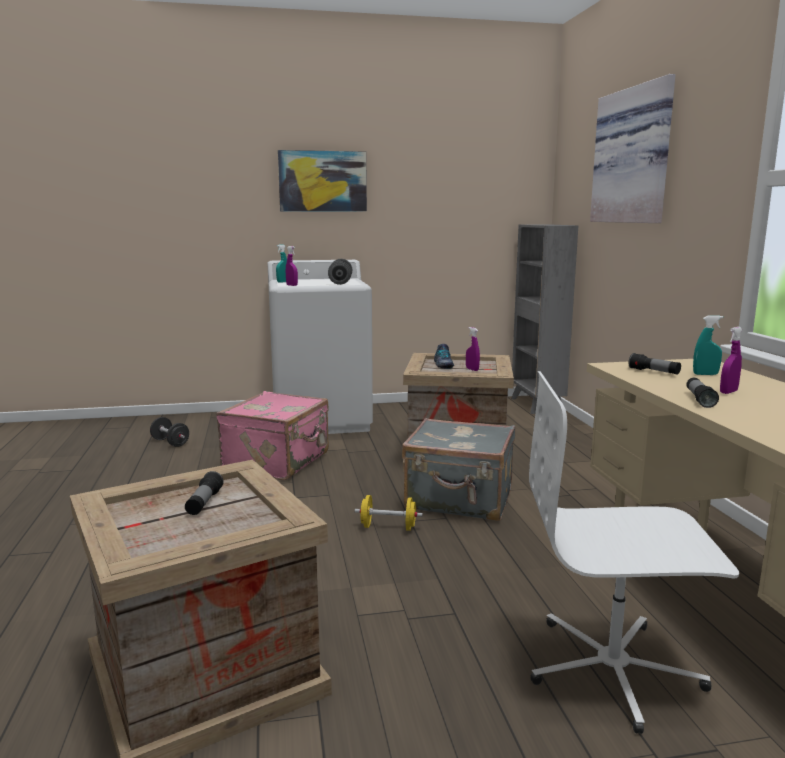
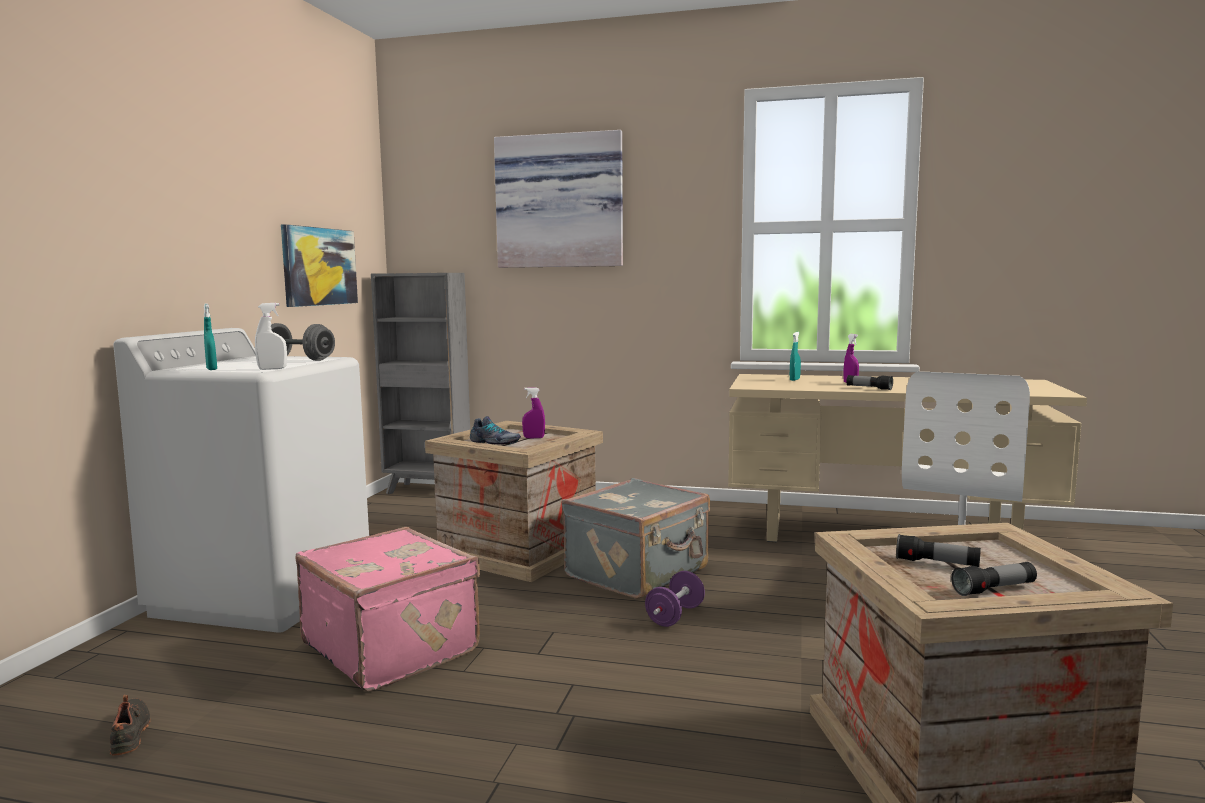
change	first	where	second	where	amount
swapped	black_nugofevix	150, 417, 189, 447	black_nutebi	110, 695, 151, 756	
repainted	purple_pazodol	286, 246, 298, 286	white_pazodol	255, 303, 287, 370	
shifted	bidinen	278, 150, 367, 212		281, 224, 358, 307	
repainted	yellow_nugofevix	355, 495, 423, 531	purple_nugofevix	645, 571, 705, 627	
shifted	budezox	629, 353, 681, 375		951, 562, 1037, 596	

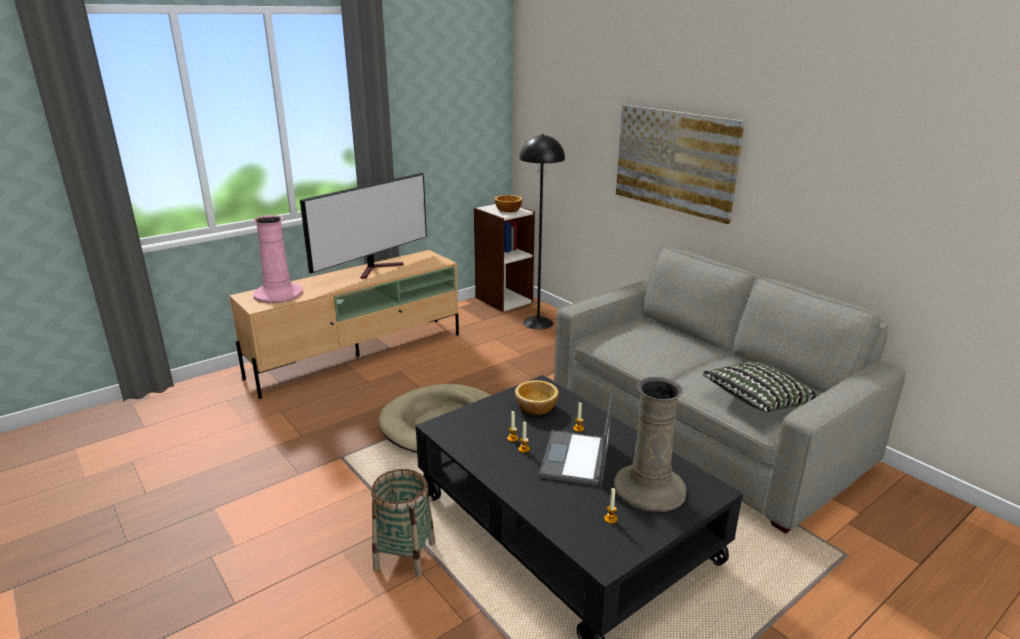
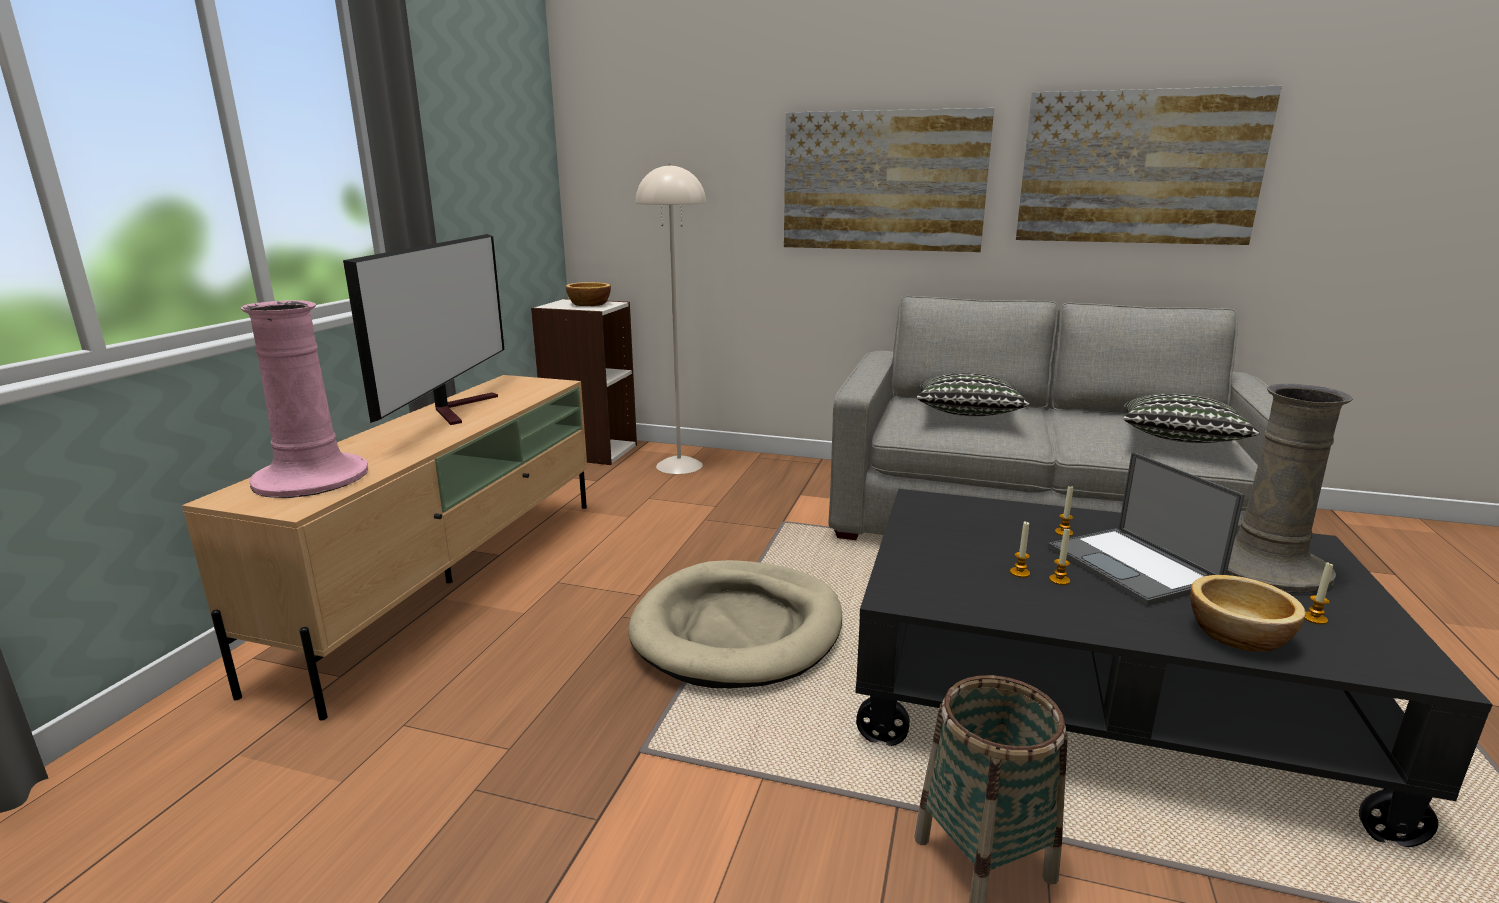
change	first	where	second	where	amount
repainted	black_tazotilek	520, 134, 565, 329	beige_tazotilek	636, 163, 706, 474	
new			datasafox	917, 372, 1030, 416	
new			bidinen	1016, 86, 1282, 245	
shifted	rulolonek	515, 380, 559, 415		1190, 575, 1306, 652	

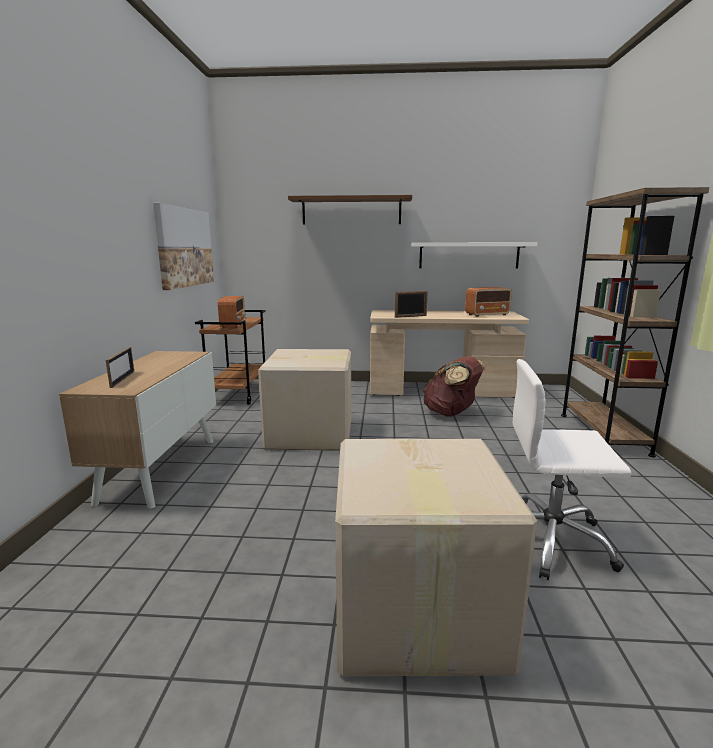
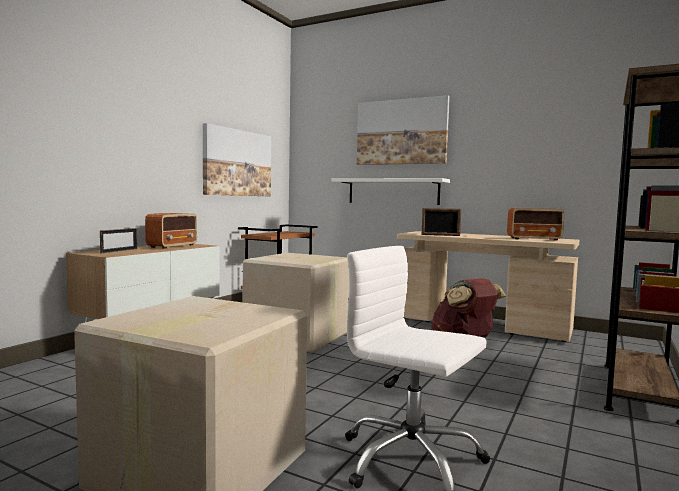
change	first	where	second	where	amount
shifted	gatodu	218, 296, 246, 328		145, 213, 197, 249	
shifted	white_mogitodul	411, 243, 537, 269		331, 178, 450, 205	
swapped	brown_mogitodul	288, 195, 412, 225	bidinen	357, 95, 450, 165	

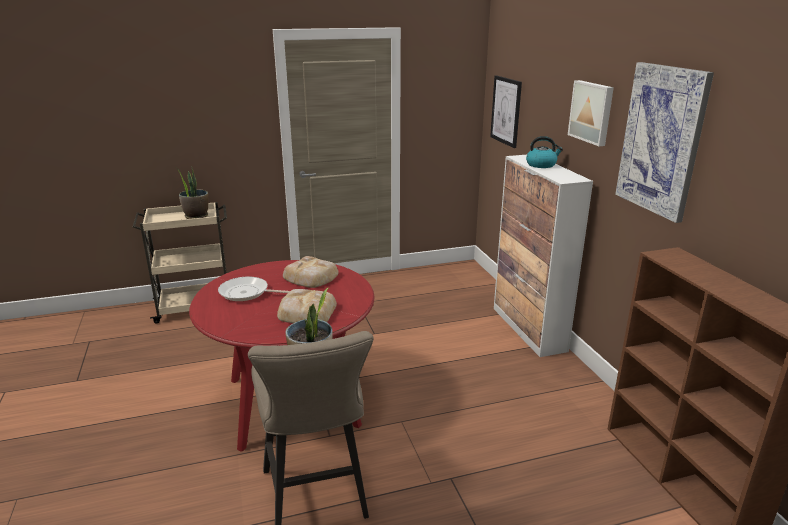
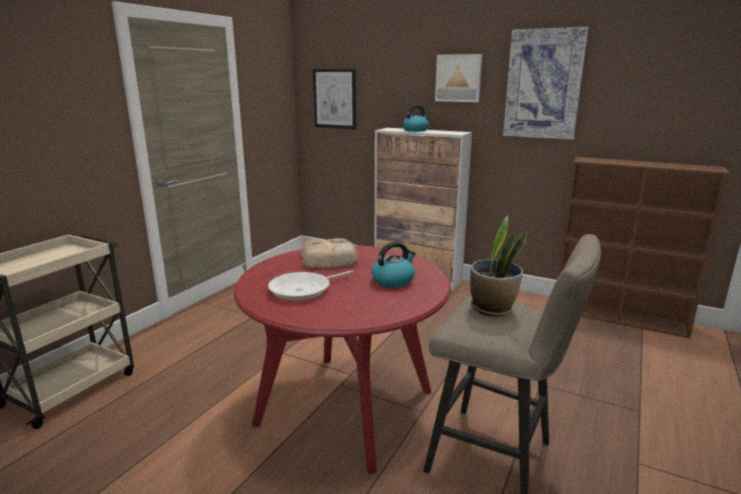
change	first	where	second	where	amount
swapped	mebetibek	277, 289, 337, 323	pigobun	372, 242, 416, 288	
gone	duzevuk	177, 168, 209, 219			

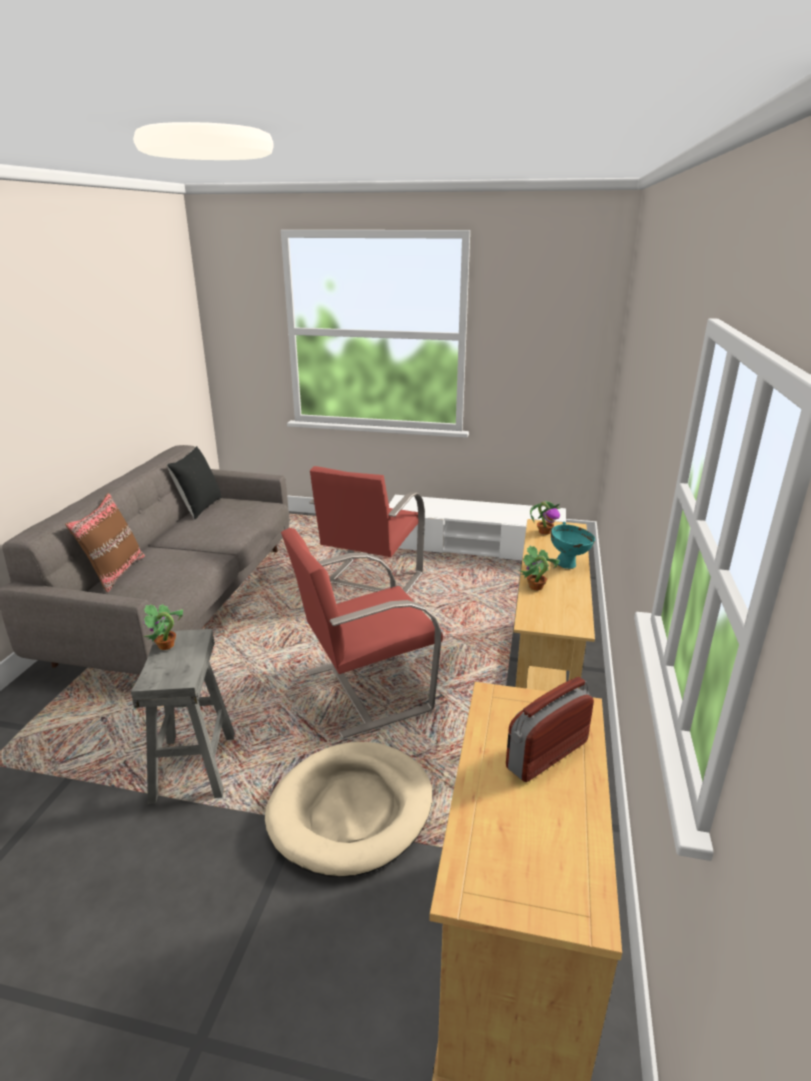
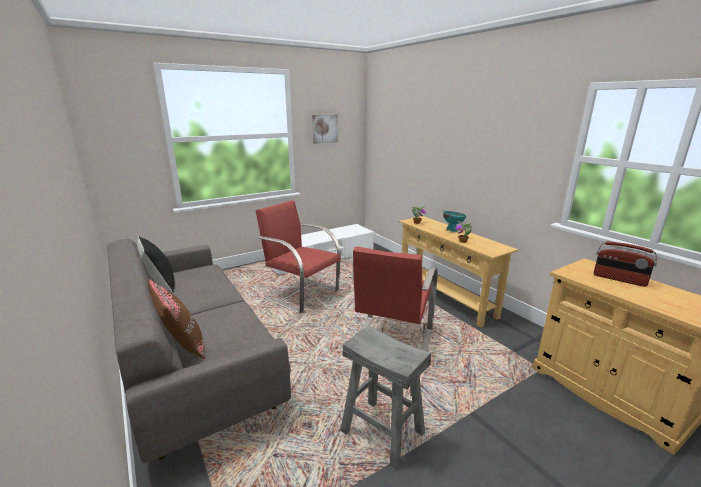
change	first	where	second	where	amount
rotated	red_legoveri	309, 466, 425, 593		255, 200, 341, 314	150 degrees clockwise
new			bidinen	312, 114, 338, 144	
rotated	gatodu	506, 677, 594, 782		594, 241, 657, 287	60 degrees counterclockwise
gone	duzevuk	143, 604, 183, 650			
gone	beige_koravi	265, 742, 432, 877			

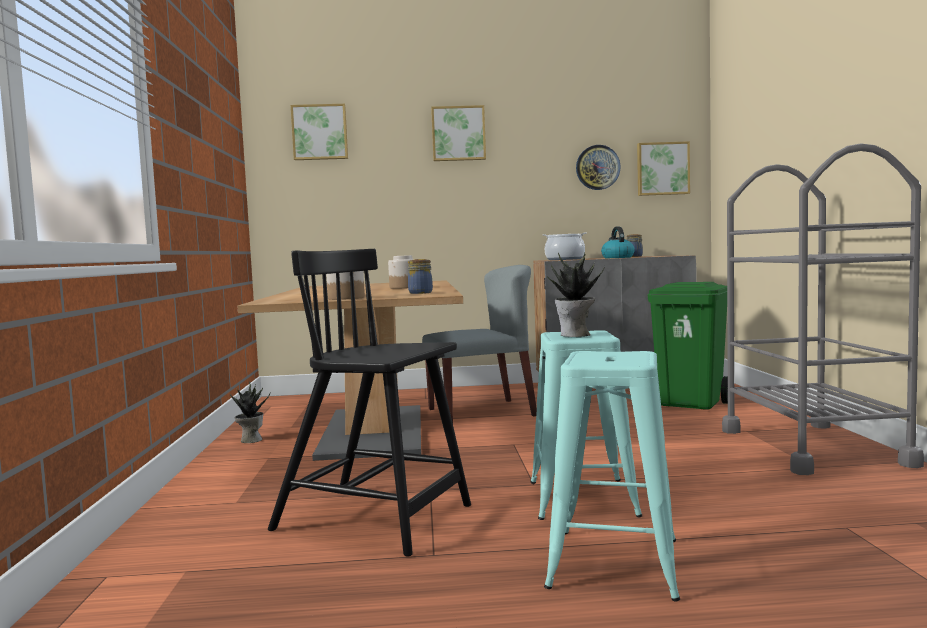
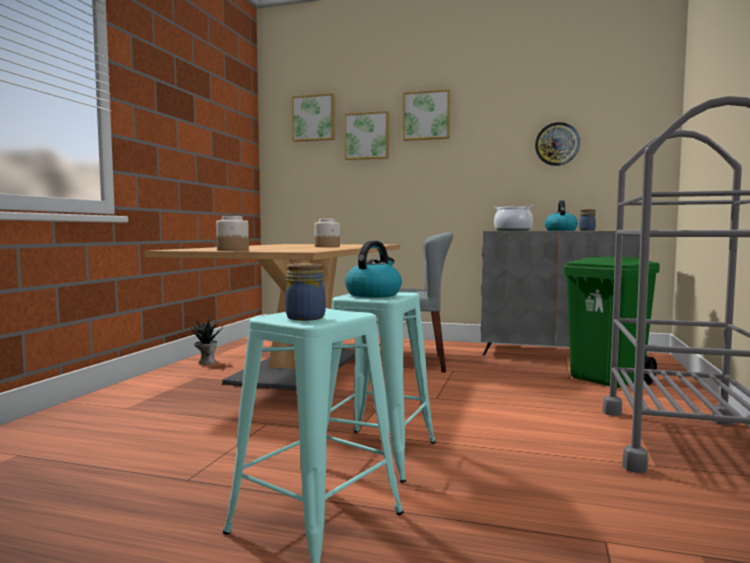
change	first	where	second	where	amount
shifted	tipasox	408, 259, 433, 294		285, 262, 326, 321	
shifted	bidinen	637, 141, 690, 196		344, 111, 389, 160	
swapped	duzevuk	548, 252, 605, 337	pigobun	345, 241, 402, 297	
gone	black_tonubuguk	268, 249, 471, 557			

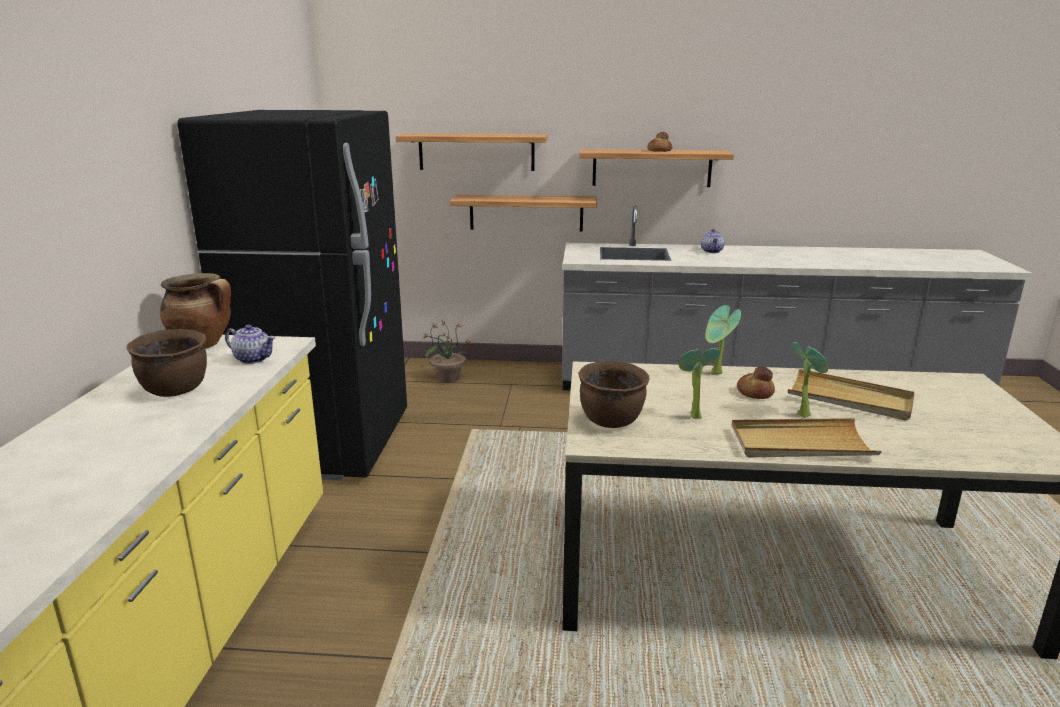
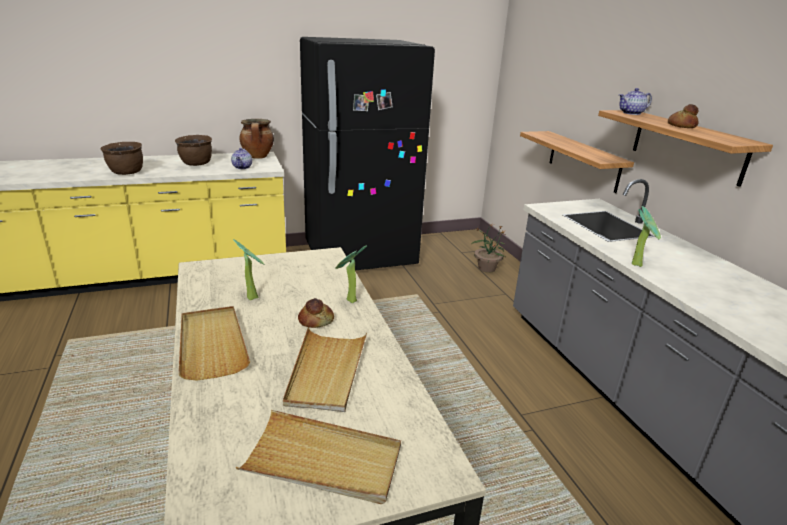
change	first	where	second	where	amount
shifted	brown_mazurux	578, 361, 649, 428		100, 142, 143, 175	
new			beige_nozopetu	235, 410, 401, 504	
shifted	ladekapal	701, 229, 725, 253		619, 88, 652, 115	
shifted	duzevuk	791, 342, 828, 418		632, 206, 661, 267	
gone	mogitodul	396, 133, 548, 171			

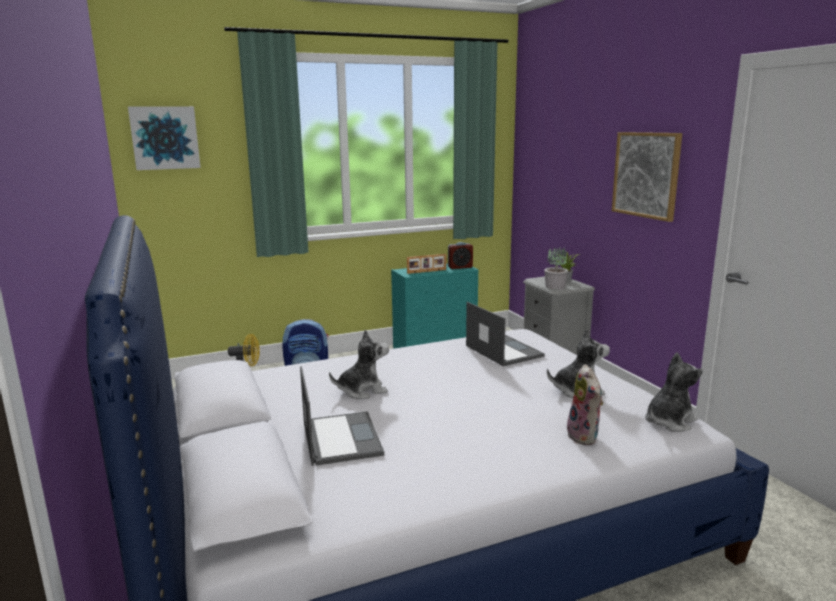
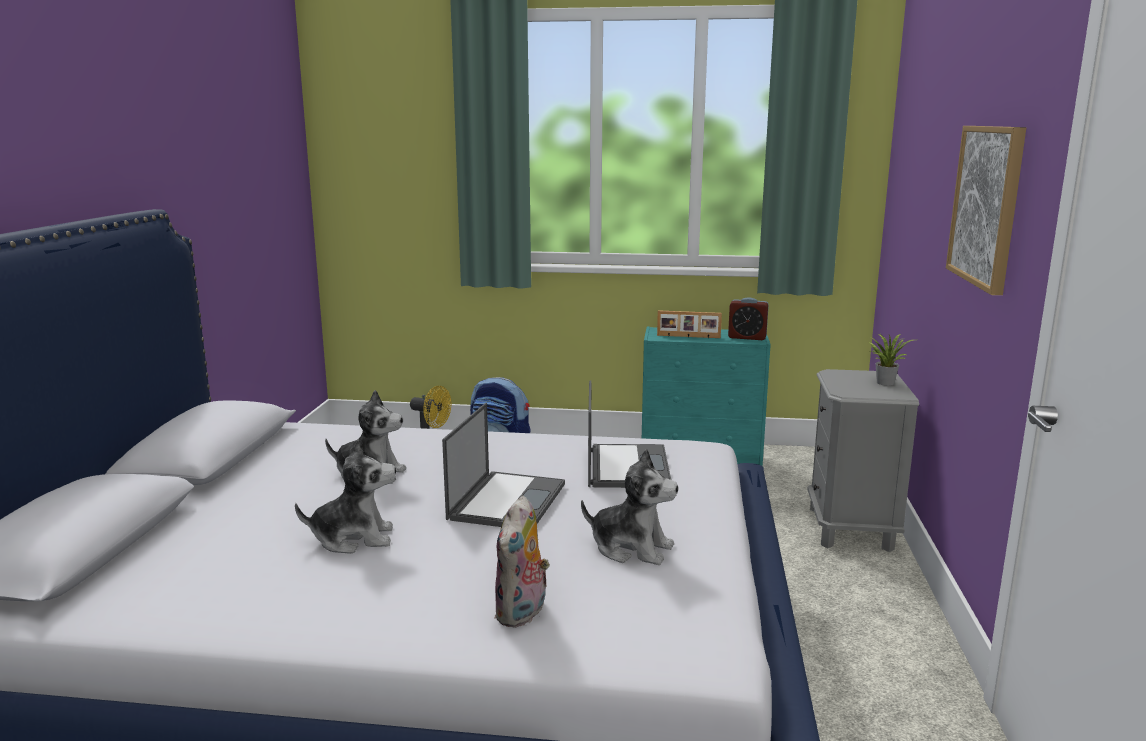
change	first	where	second	where	amount
shifted	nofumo	645, 352, 702, 432		295, 439, 396, 554	
shifted	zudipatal	300, 366, 384, 466		442, 403, 565, 527	
gone	bidinen	128, 106, 201, 170			
gone	duzevuk	544, 247, 568, 290			

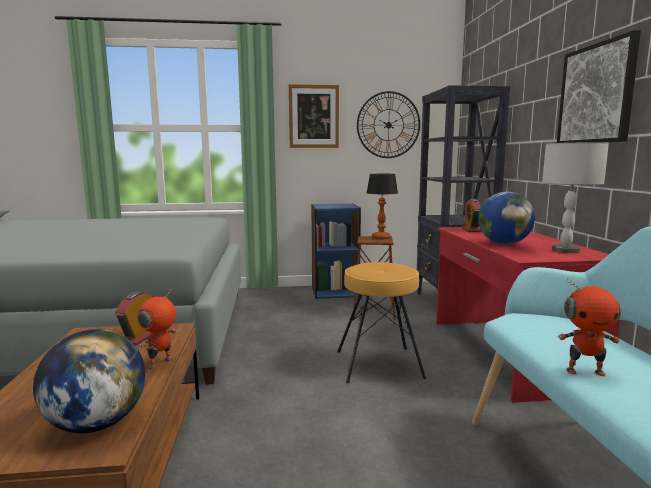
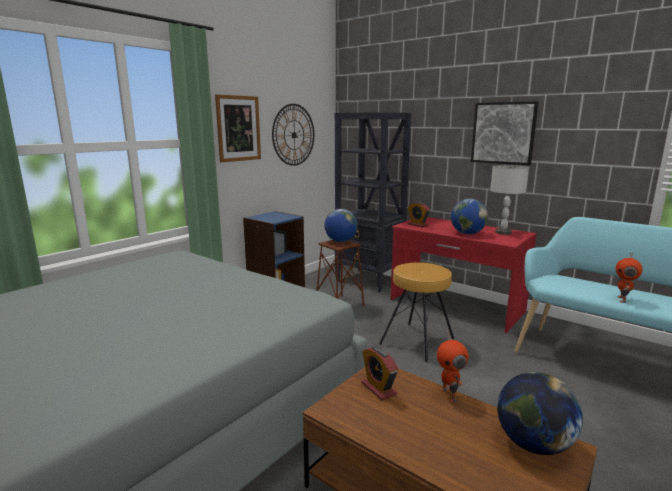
change	first	where	second	where	amount
swapped	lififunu	367, 174, 398, 240	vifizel	324, 209, 358, 242	
rotated	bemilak	558, 277, 621, 376		616, 253, 643, 303	150 degrees clockwise

